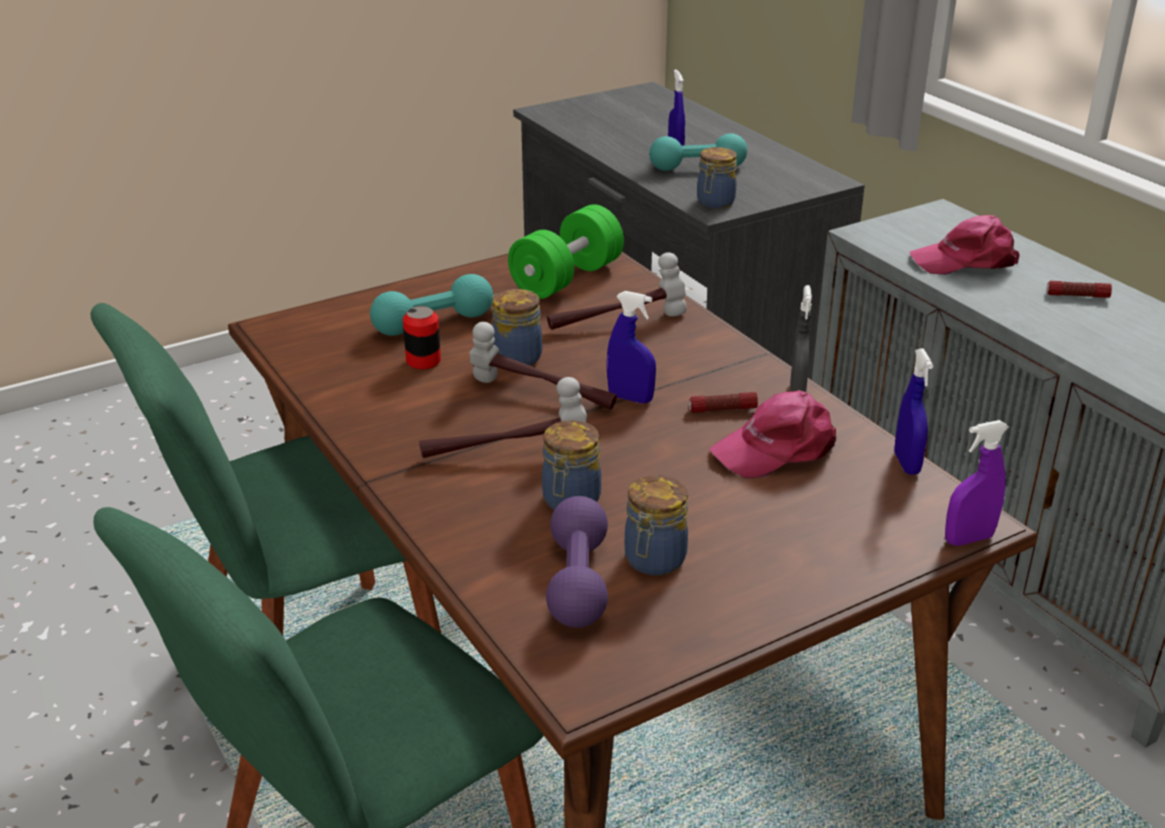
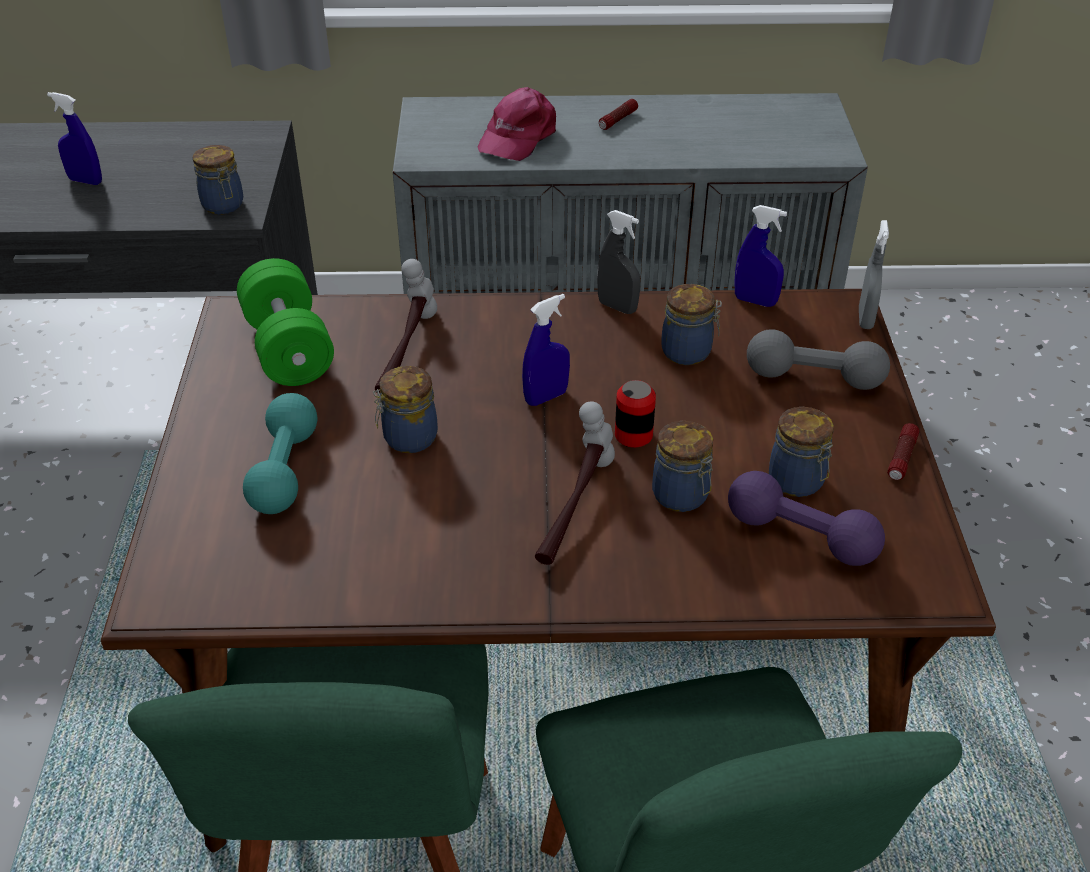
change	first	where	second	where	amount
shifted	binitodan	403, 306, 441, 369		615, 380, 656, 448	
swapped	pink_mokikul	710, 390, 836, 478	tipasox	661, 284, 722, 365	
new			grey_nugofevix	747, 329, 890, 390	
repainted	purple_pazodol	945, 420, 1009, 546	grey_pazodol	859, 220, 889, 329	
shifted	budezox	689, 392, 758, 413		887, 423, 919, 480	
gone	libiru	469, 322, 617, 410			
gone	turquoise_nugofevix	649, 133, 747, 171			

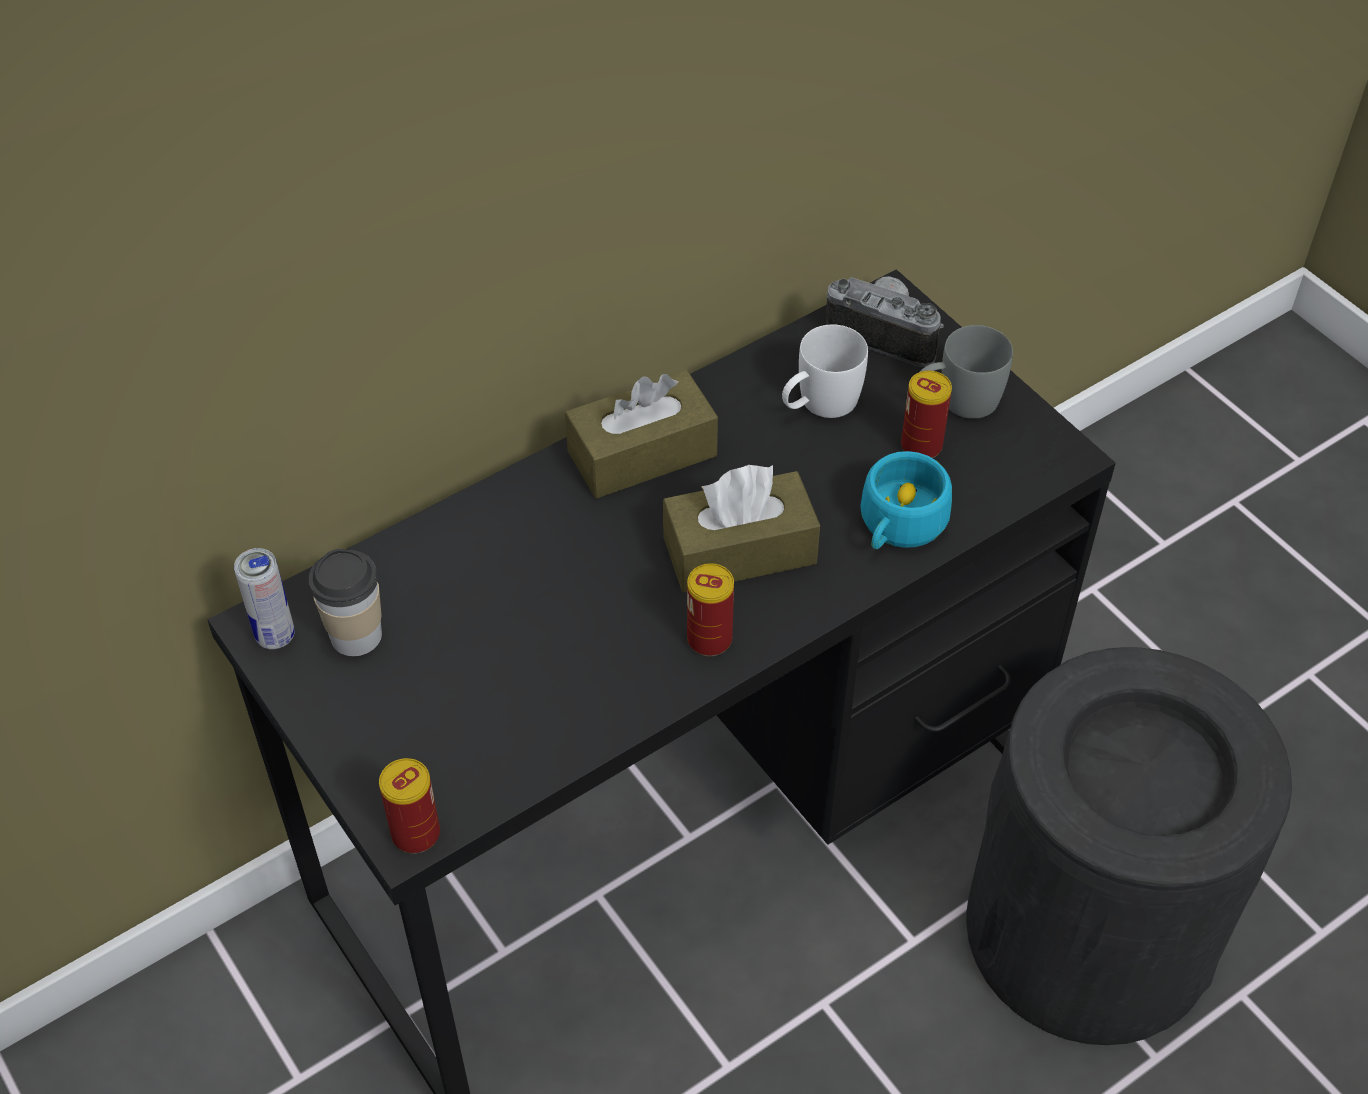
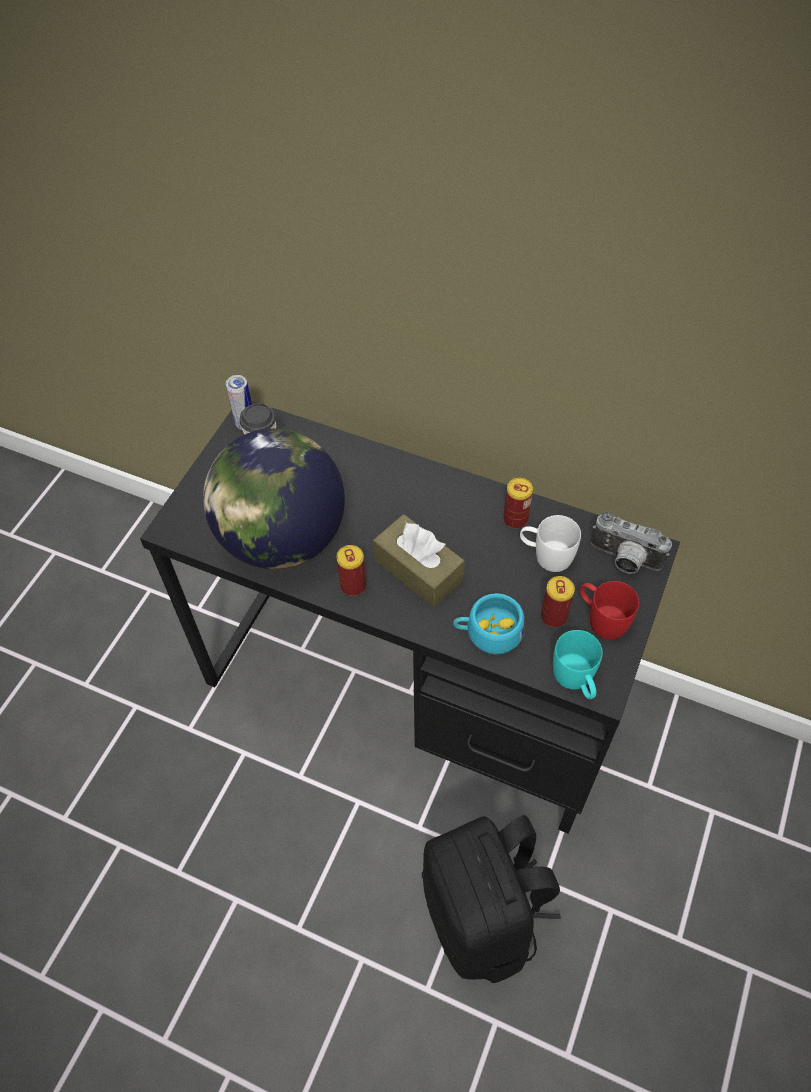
change	first	where	second	where	amount
new			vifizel	203, 429, 345, 569	
swapped	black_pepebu	966, 647, 1292, 1045	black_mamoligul	422, 815, 561, 983	
shifted	binitodan	379, 758, 440, 854		503, 478, 533, 529	
new			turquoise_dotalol	553, 630, 602, 699	
repainted	grey_dotalol	920, 325, 1013, 419	red_dotalol	580, 581, 639, 640	
rotated	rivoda	826, 276, 944, 367		591, 512, 672, 574	120 degrees clockwise
gone	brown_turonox	565, 371, 718, 498			

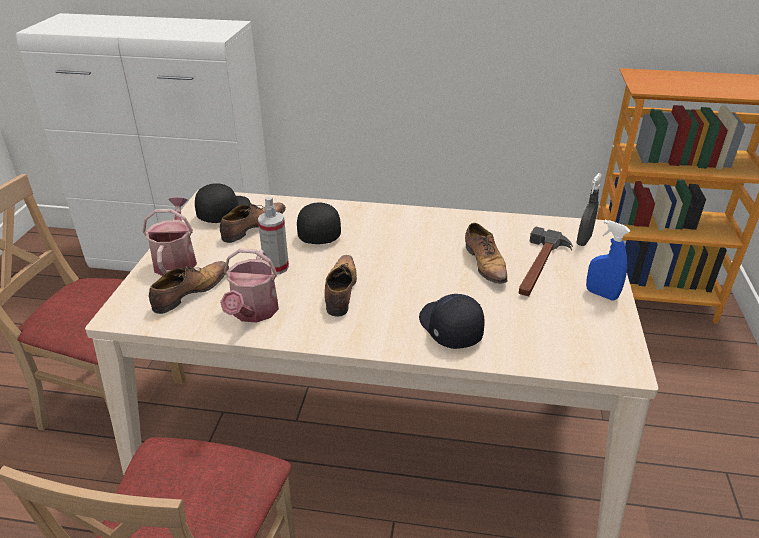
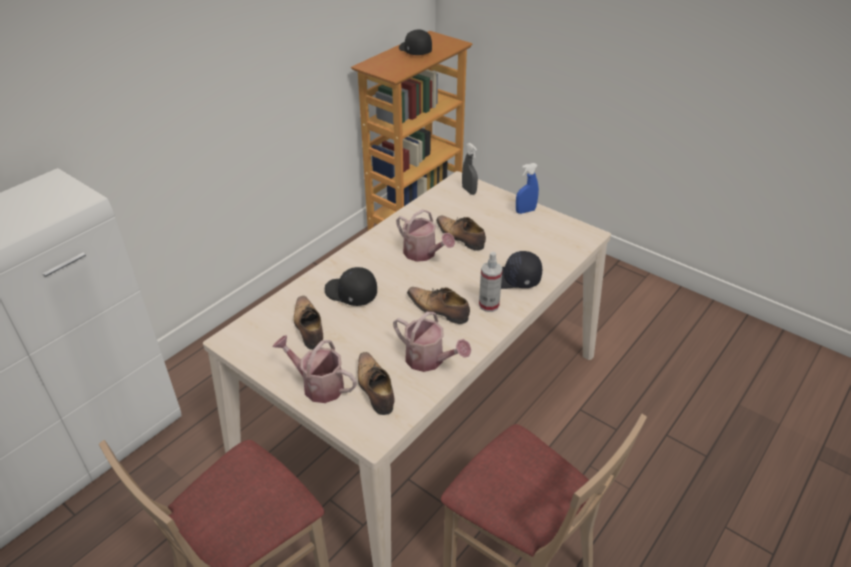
change	first	where	second	where	amount
new			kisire	396, 209, 455, 262	
shifted	black_mokikul	195, 183, 251, 223		399, 29, 432, 55	
rotated	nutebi	465, 223, 507, 284		436, 216, 486, 251	150 degrees counterclockwise
shifted	pazodol	258, 197, 289, 274		479, 252, 503, 312	
gone	libiru	518, 227, 573, 296			

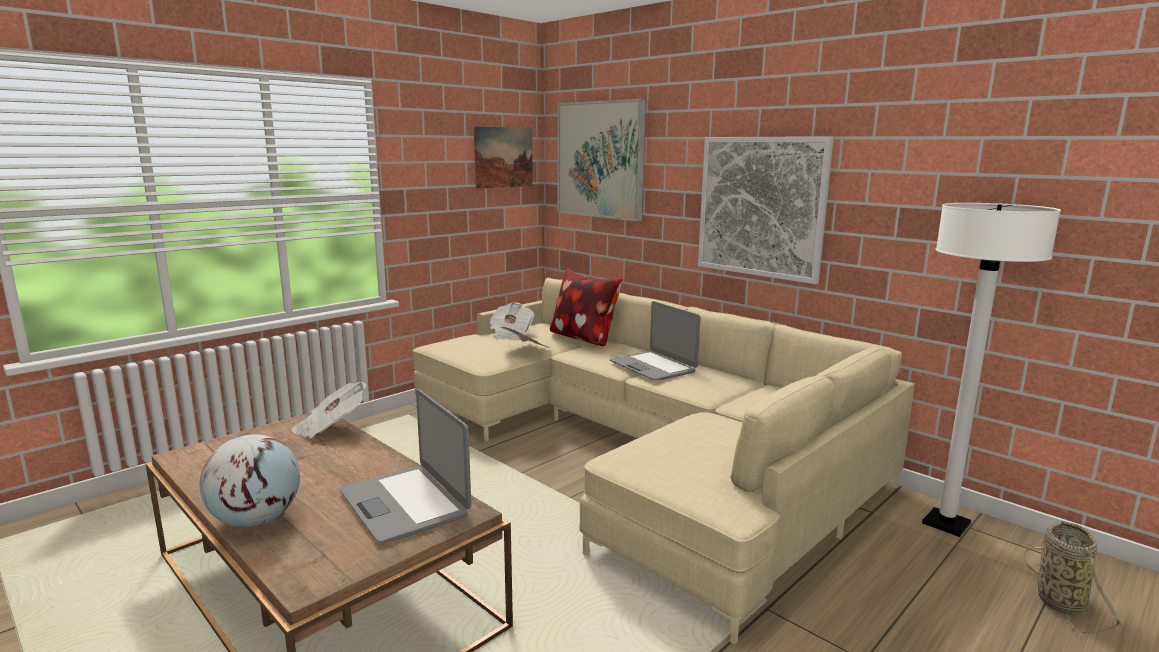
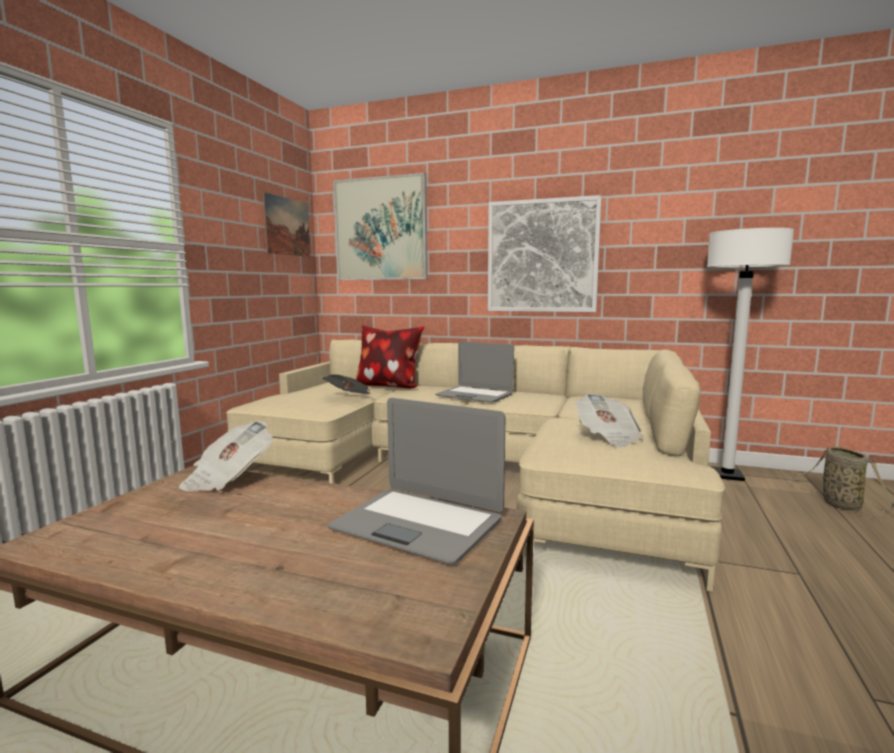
change	first	where	second	where	amount
shifted	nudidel	489, 302, 535, 340		576, 393, 644, 448	
gone	vifizel	200, 434, 300, 527			

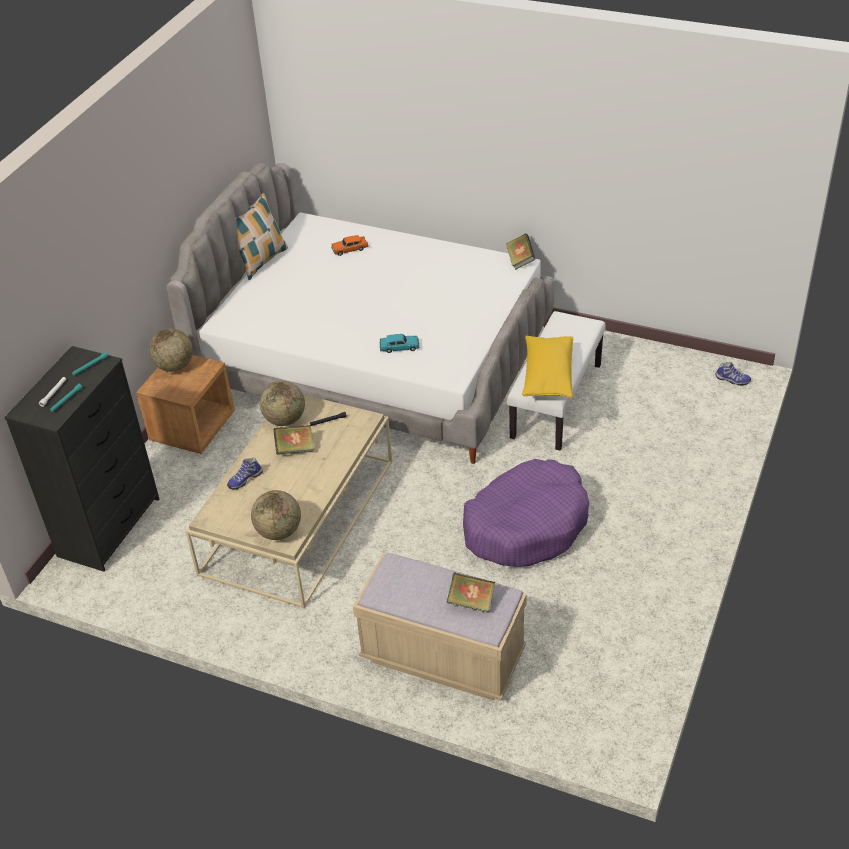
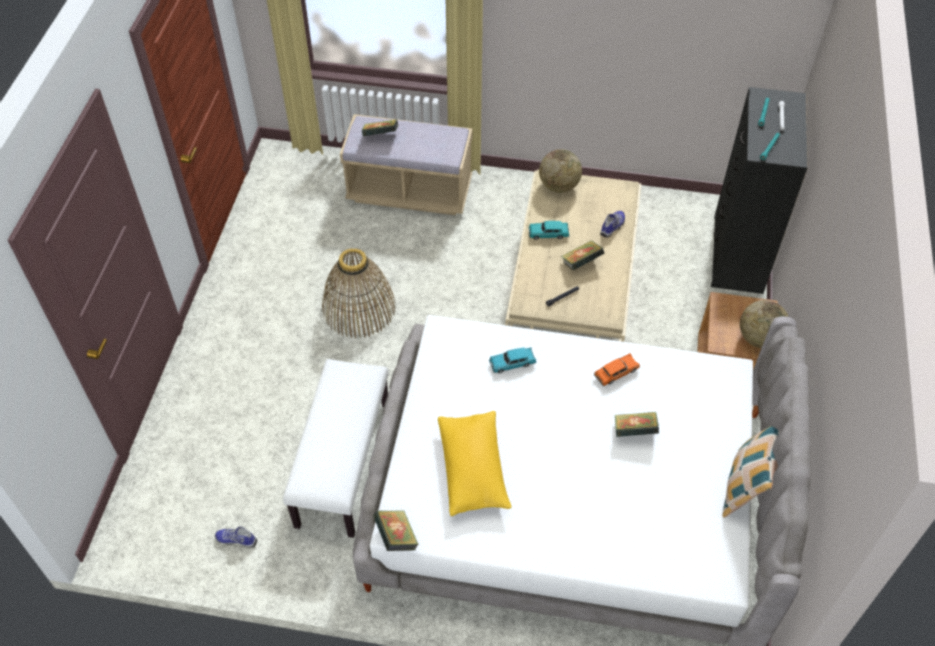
change	first	where	second	where	amount
shifted	nutebi	716, 362, 751, 386		215, 526, 257, 548	
swapped	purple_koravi	463, 459, 589, 567	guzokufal	322, 248, 395, 338	
shifted	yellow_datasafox	522, 336, 573, 398		438, 411, 512, 516	
new			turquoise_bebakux	529, 221, 569, 240	
shifted	orange_bebakux	331, 235, 369, 256		594, 353, 640, 387	
new			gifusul	615, 412, 659, 437	
gone	vifizel	260, 381, 305, 426			

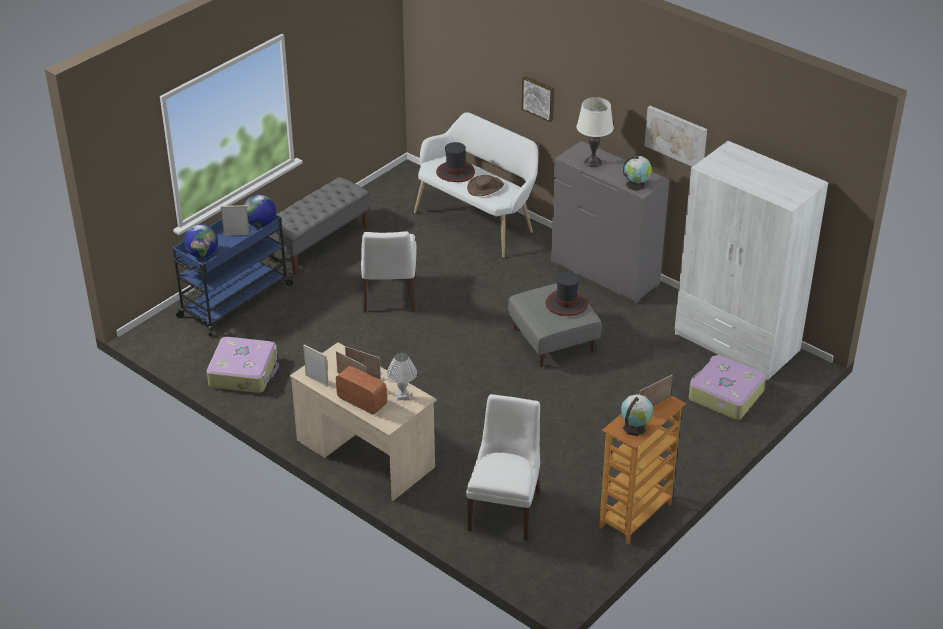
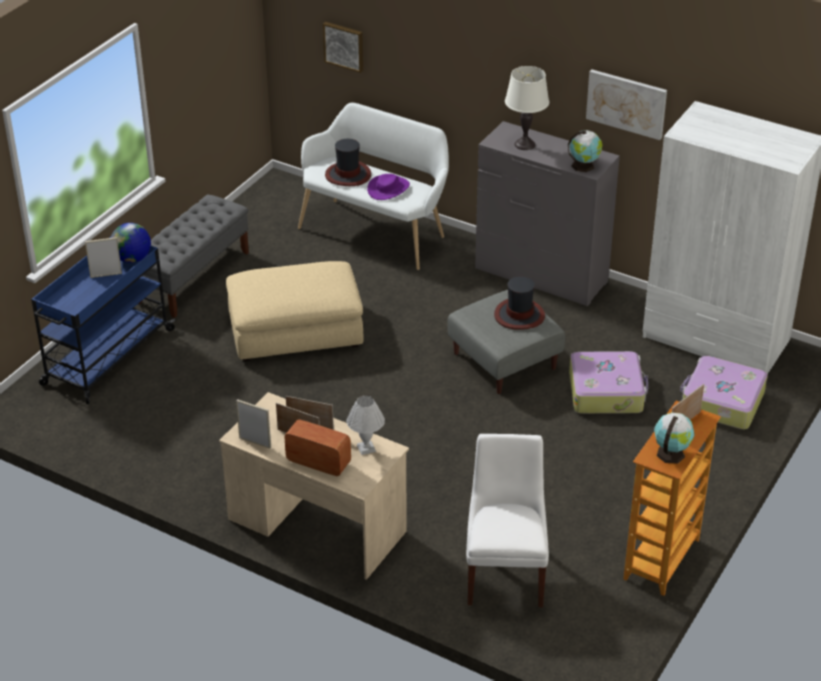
change	first	where	second	where	amount
swapped	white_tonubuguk	361, 231, 417, 313	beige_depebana	226, 261, 364, 361	
shifted	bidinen	522, 76, 554, 122		323, 22, 363, 73	
repainted	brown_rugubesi	467, 175, 504, 196	purple_rugubesi	367, 174, 410, 200	
shifted	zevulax	207, 337, 279, 393		569, 351, 648, 414	
gone	vifizel	184, 224, 218, 258			

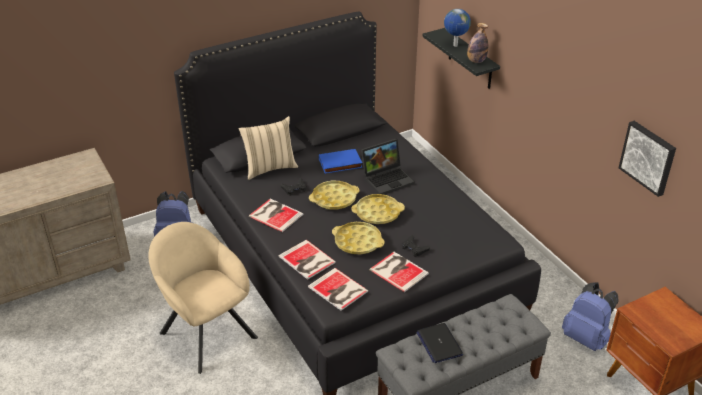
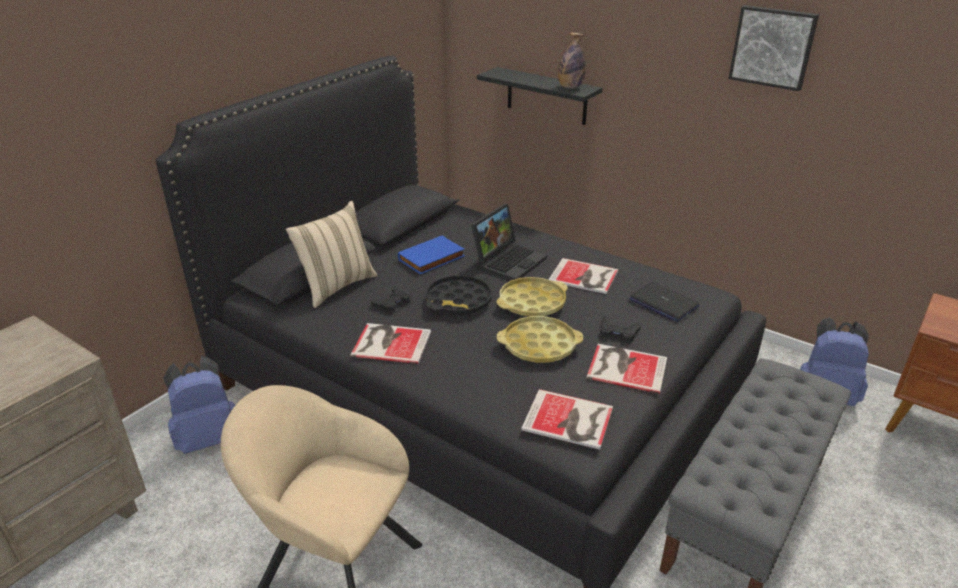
change	first	where	second	where	amount
repainted	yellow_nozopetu	309, 181, 360, 209	black_nozopetu	426, 275, 492, 316	
shifted	gifusul	279, 240, 336, 280		548, 258, 618, 294	
shifted	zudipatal	416, 323, 463, 363		630, 282, 699, 322	
shifted	bidinen	619, 121, 676, 197		729, 5, 819, 91	
gone	vifizel	444, 9, 471, 47			

